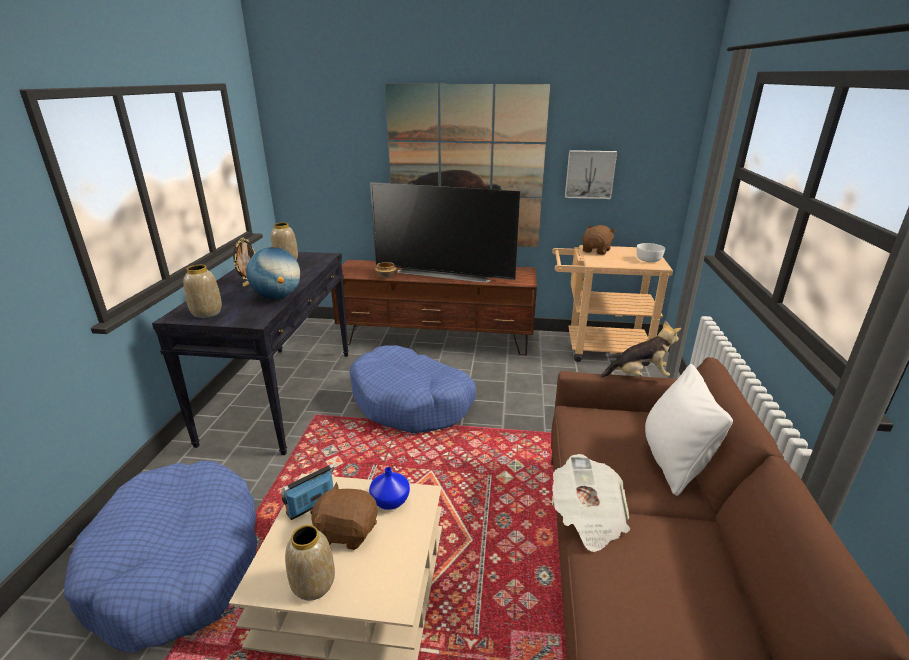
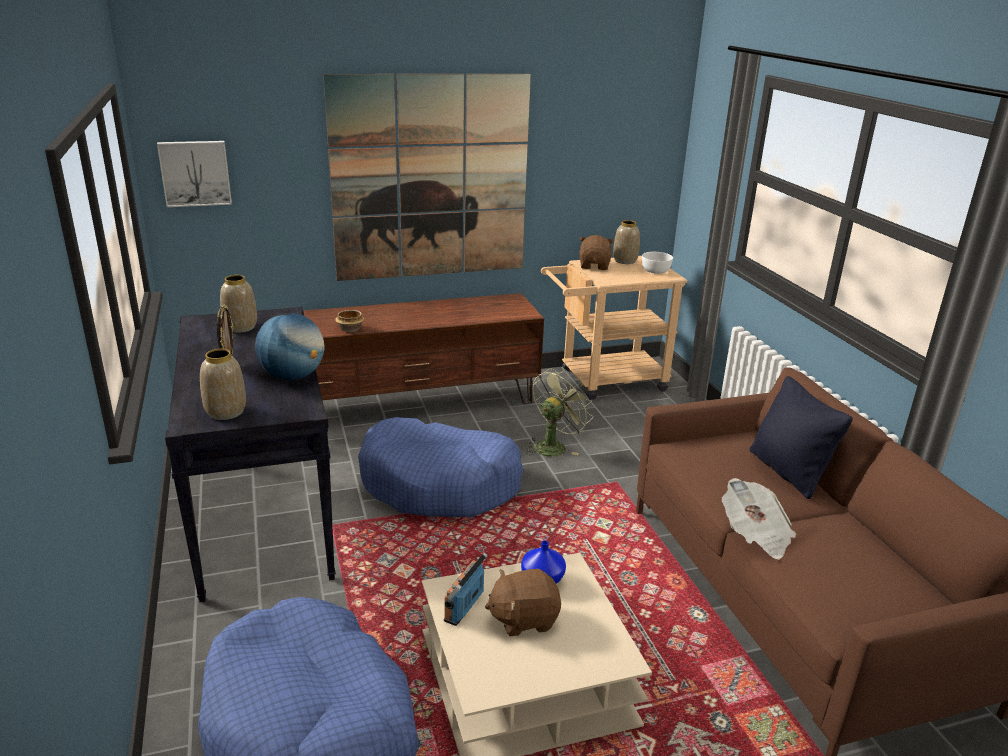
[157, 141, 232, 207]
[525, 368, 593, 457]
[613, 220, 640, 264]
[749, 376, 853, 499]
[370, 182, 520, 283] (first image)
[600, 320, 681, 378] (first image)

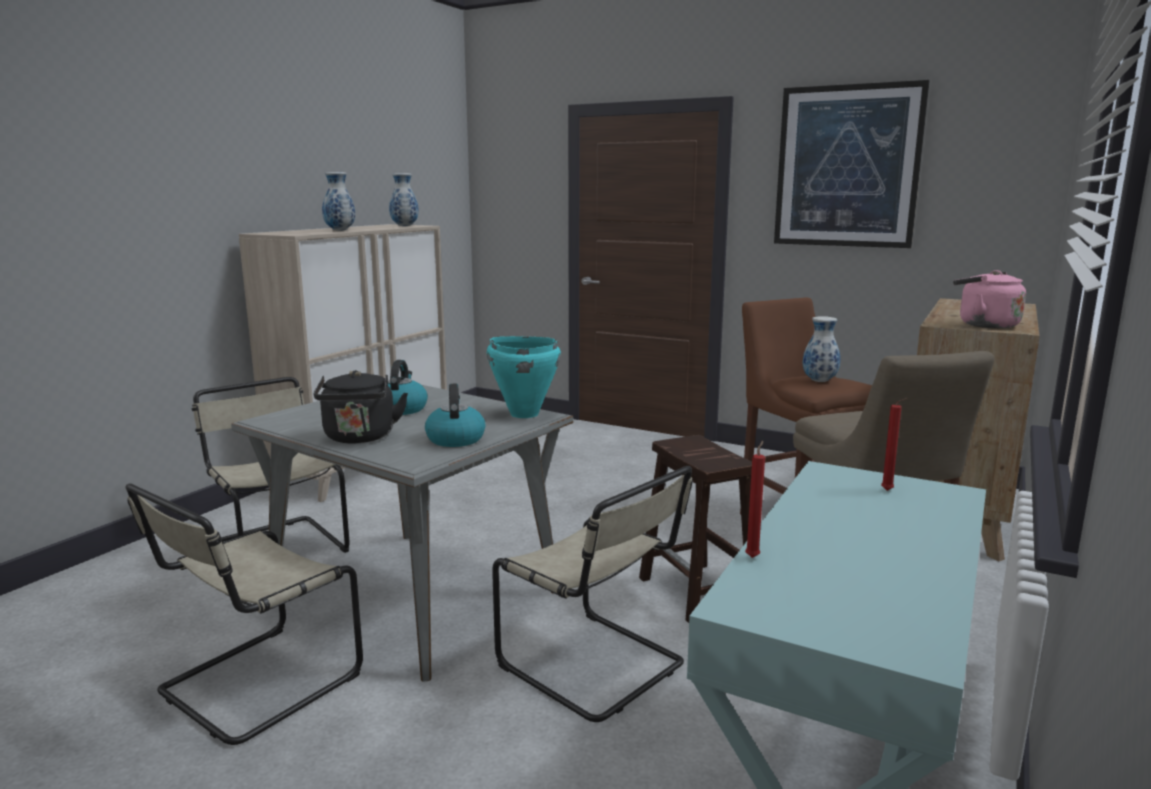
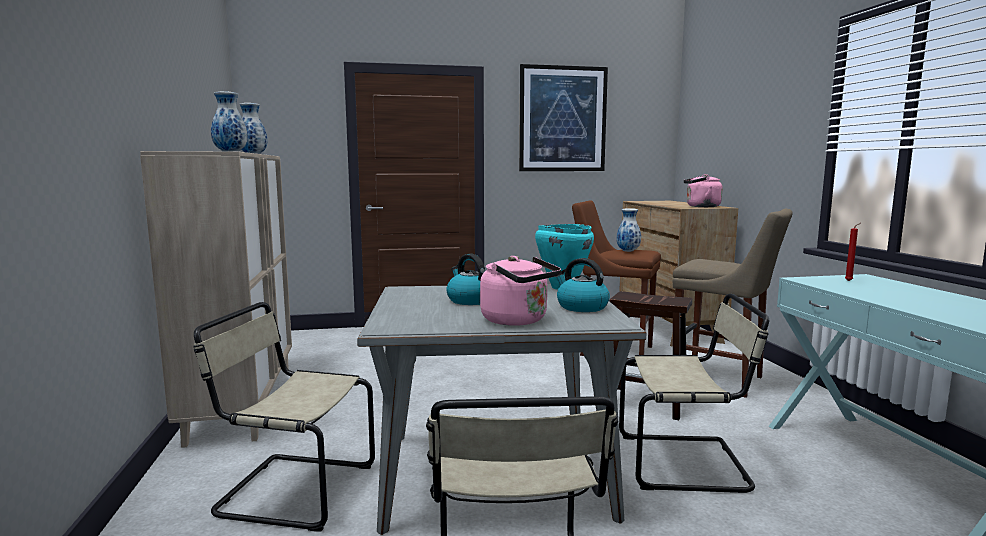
[480, 256, 561, 326]
[745, 441, 765, 558] (first image)

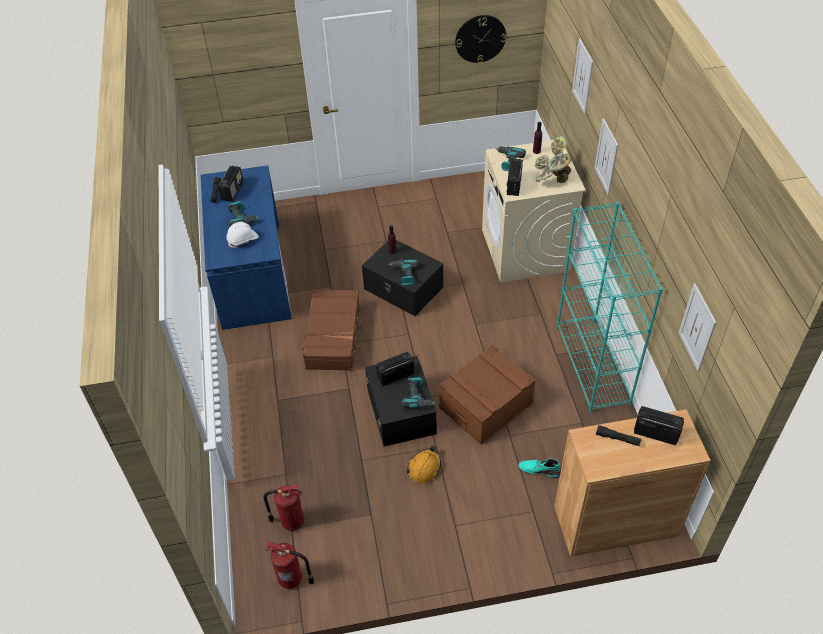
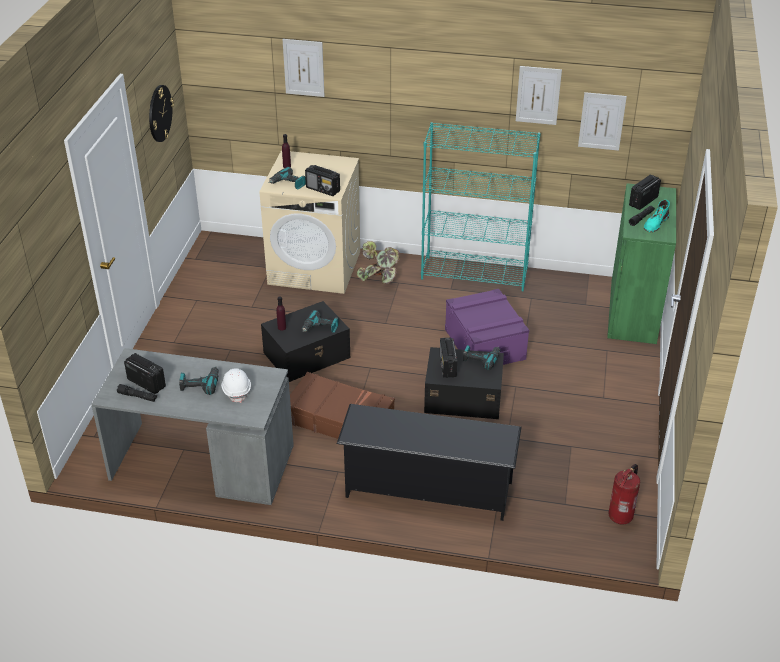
[91, 348, 294, 505]
[337, 404, 521, 521]
[356, 241, 400, 284]
[445, 289, 529, 365]
[516, 66, 562, 125]
[607, 183, 676, 344]
[644, 200, 670, 232]
[263, 485, 304, 531] (first image)
[406, 445, 441, 484] (first image)

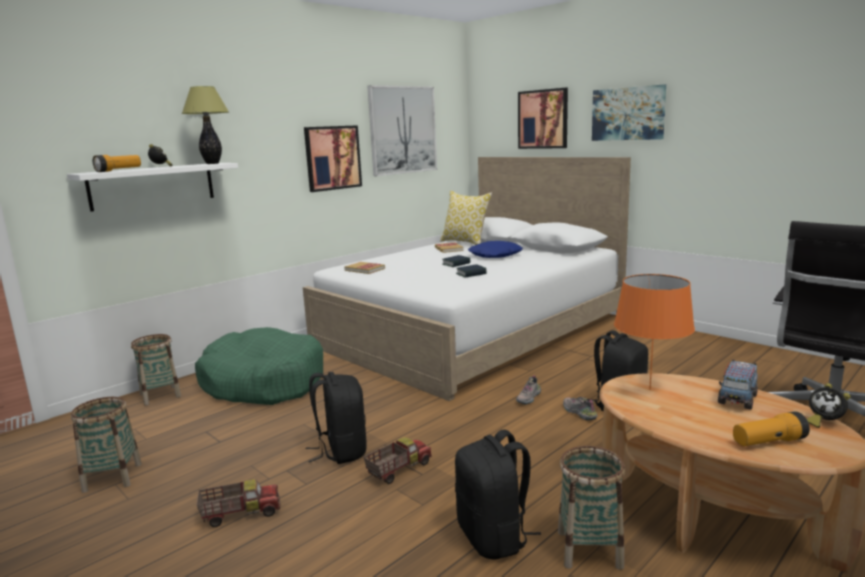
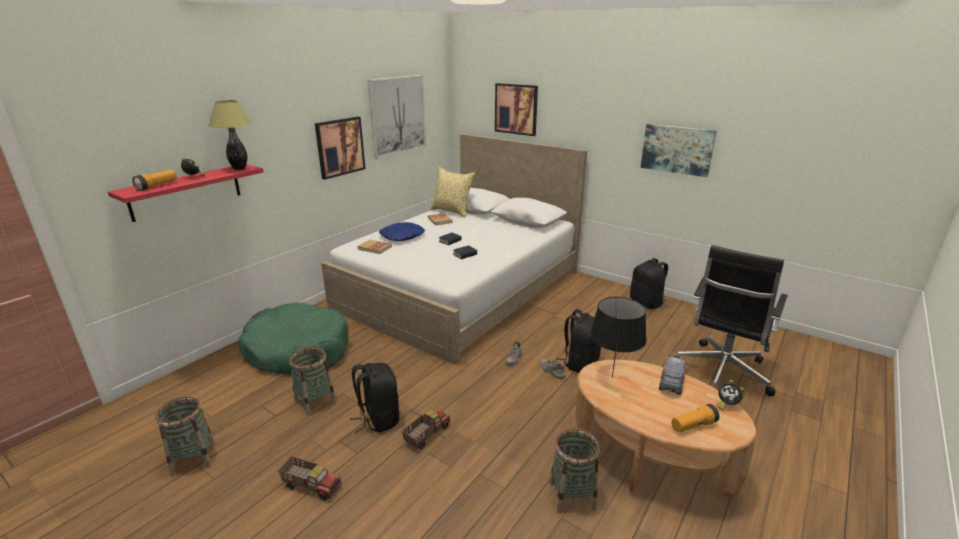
[108, 164, 264, 222]
[278, 456, 342, 501]
[290, 347, 336, 416]
[379, 222, 425, 241]
[590, 297, 646, 378]
[630, 258, 668, 309]
[640, 124, 716, 177]

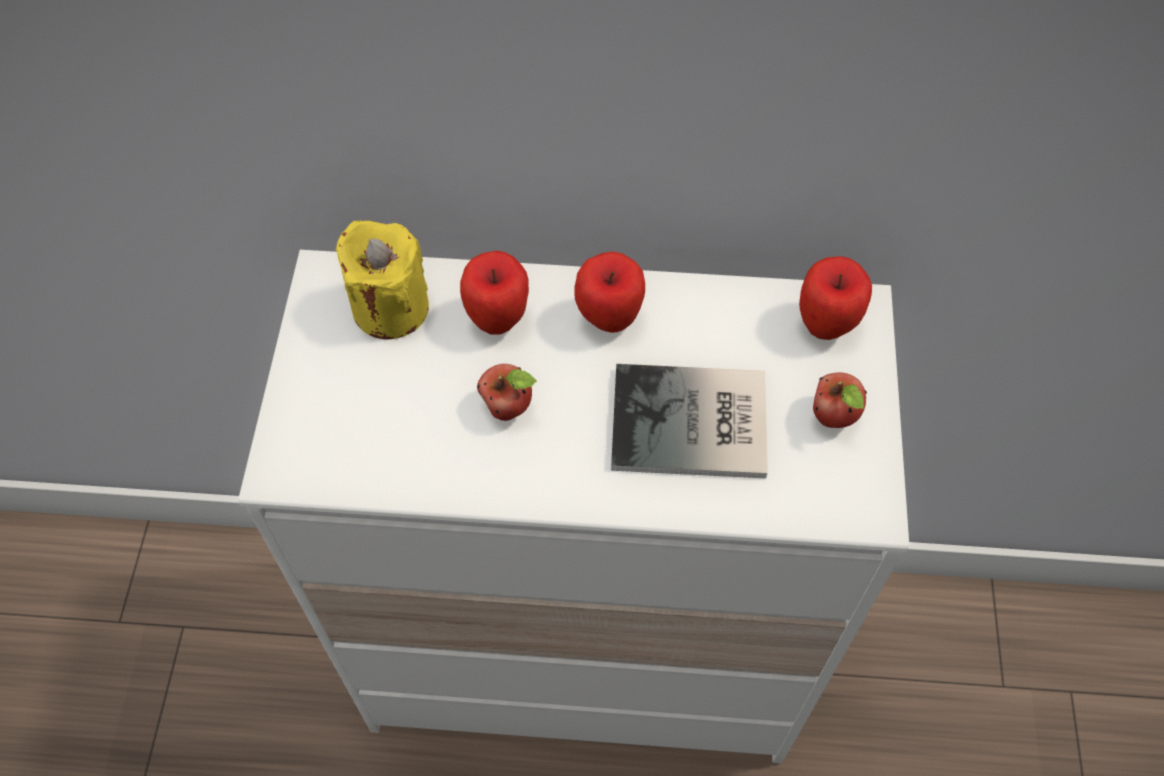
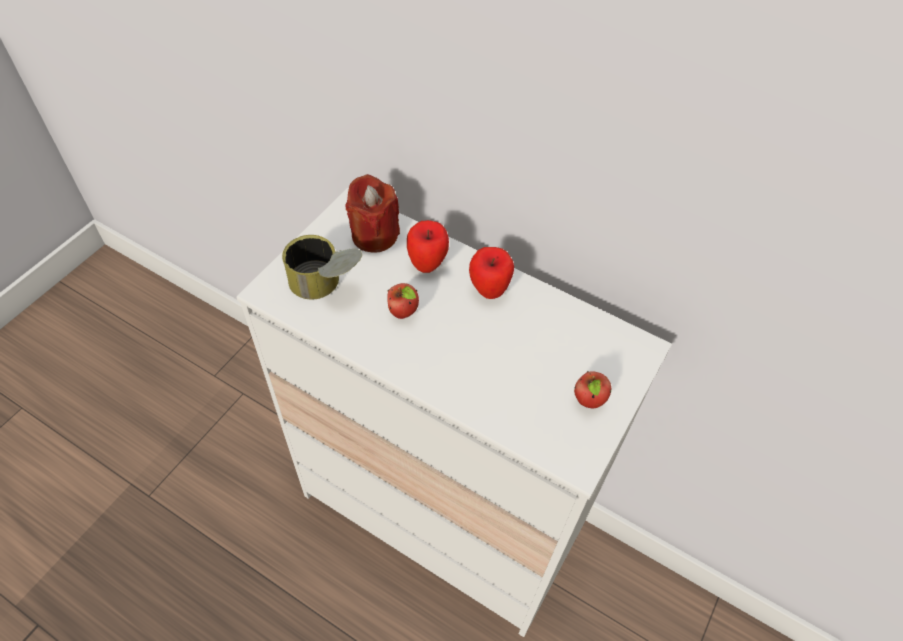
[282, 235, 362, 300]
[346, 174, 400, 252]
[611, 364, 768, 479] (first image)
[799, 256, 872, 340] (first image)

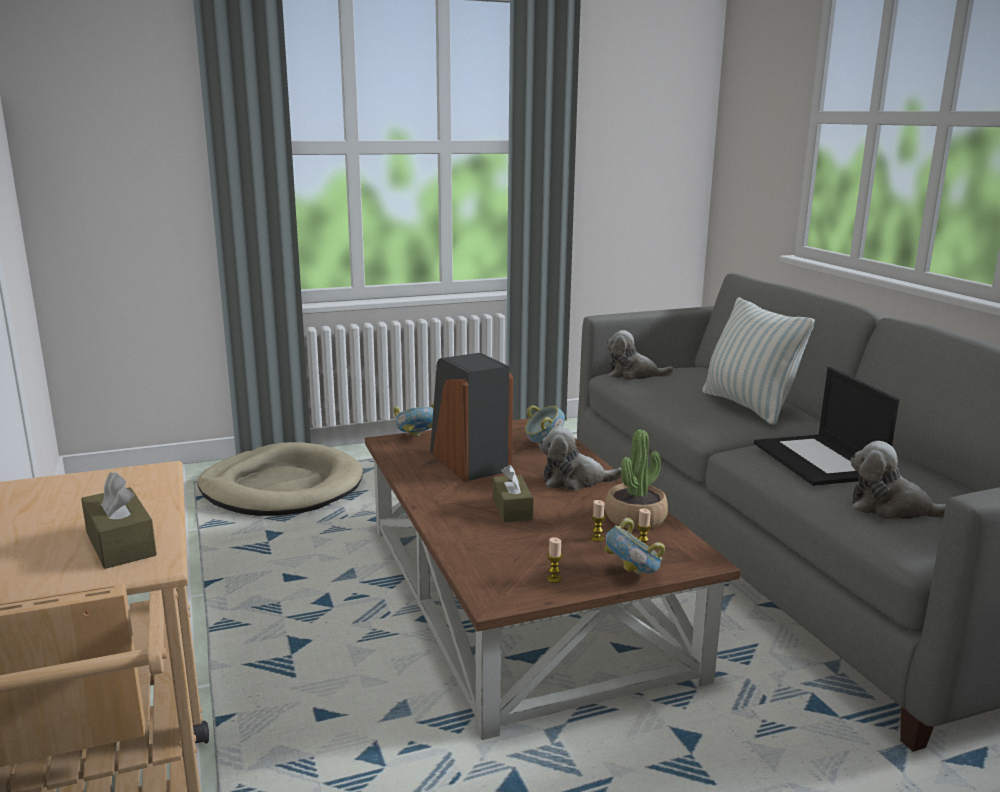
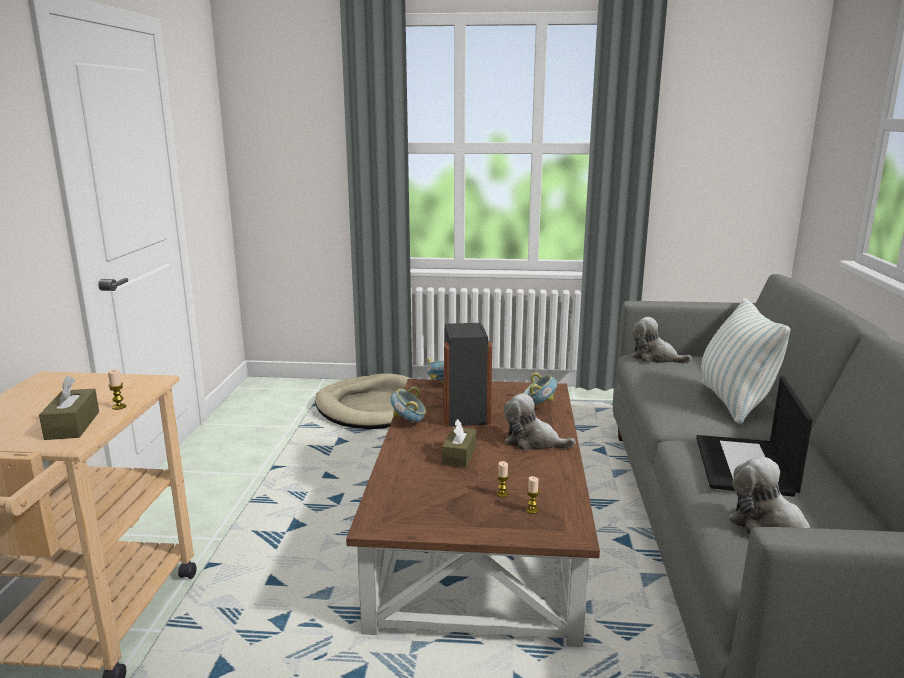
[108, 369, 126, 410]
[390, 386, 426, 423]
[605, 429, 668, 530] (first image)

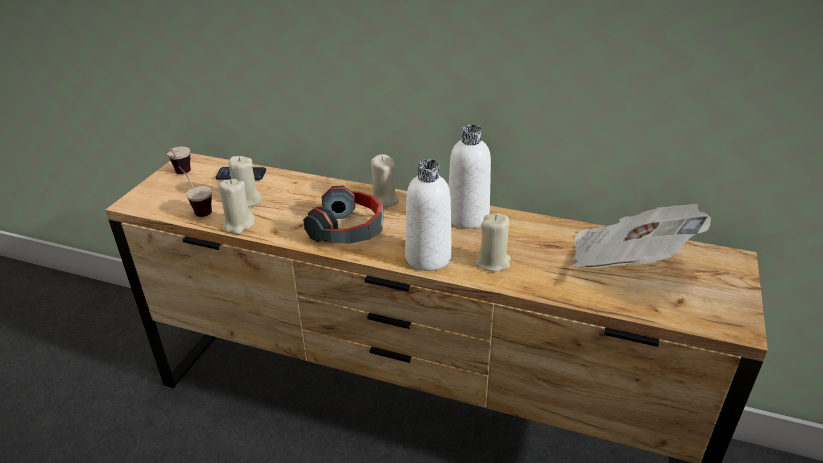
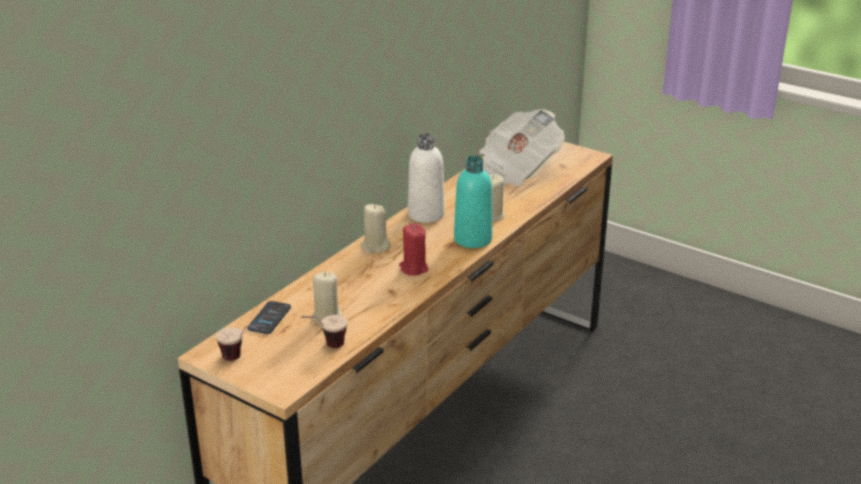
[399, 223, 428, 275]
[454, 156, 492, 248]
[218, 179, 255, 234] (first image)

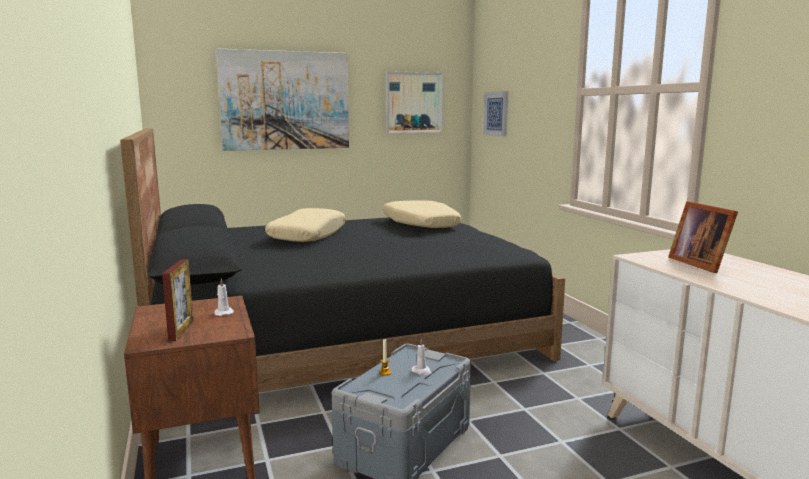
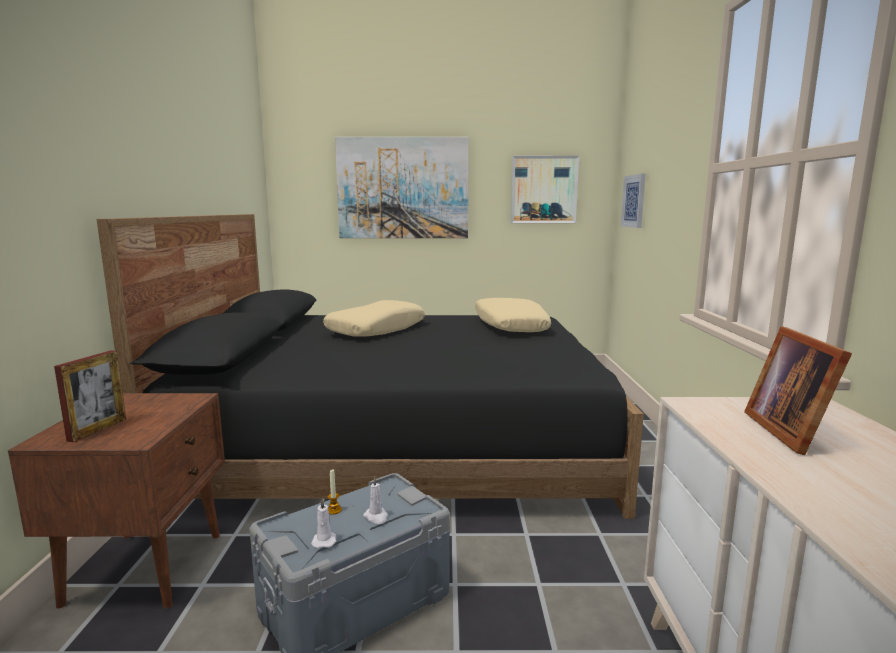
[311, 498, 336, 548]

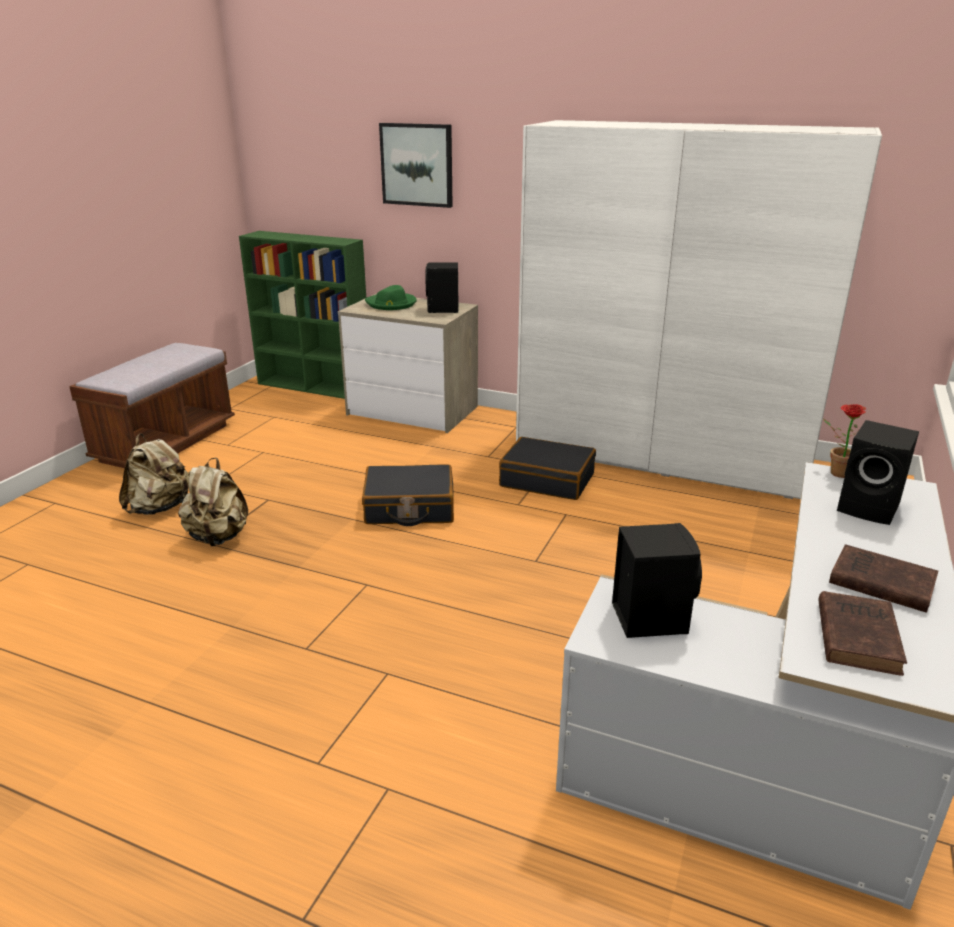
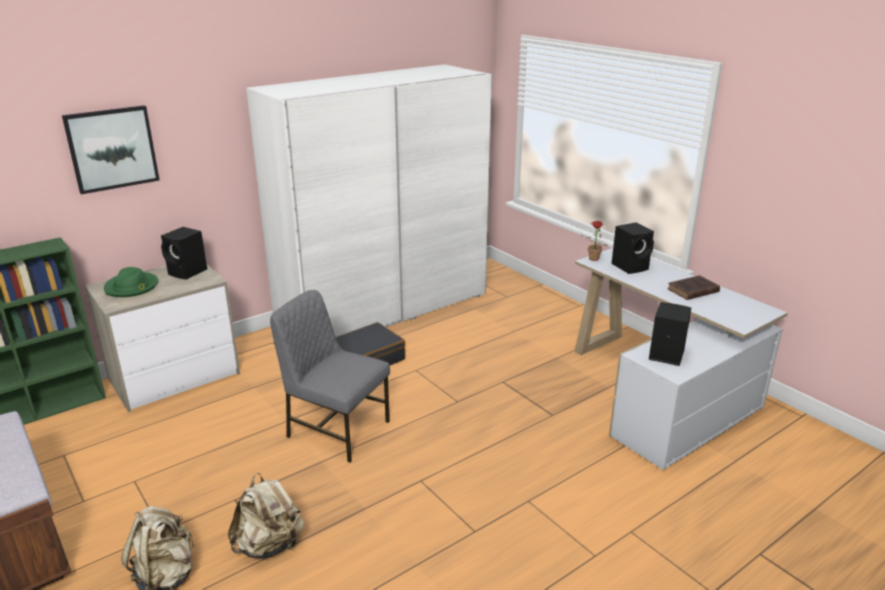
[270, 290, 390, 463]
[818, 591, 907, 676] (first image)

